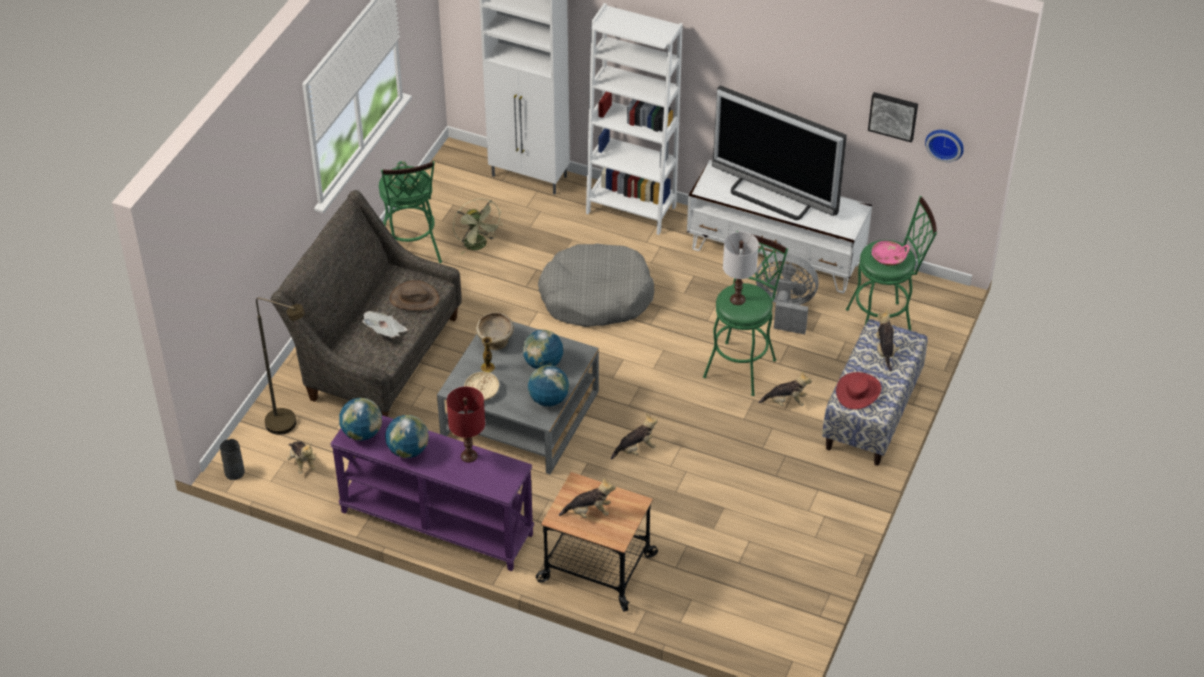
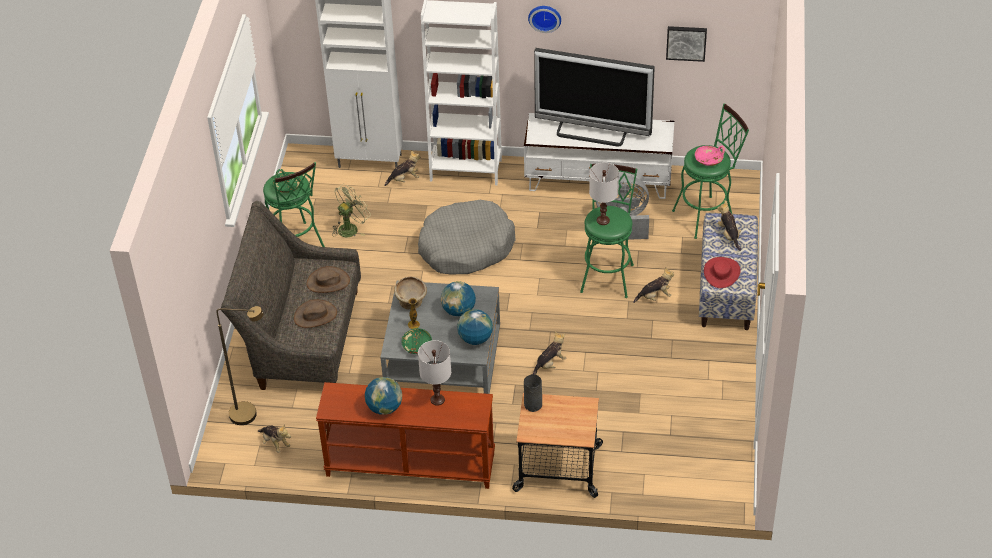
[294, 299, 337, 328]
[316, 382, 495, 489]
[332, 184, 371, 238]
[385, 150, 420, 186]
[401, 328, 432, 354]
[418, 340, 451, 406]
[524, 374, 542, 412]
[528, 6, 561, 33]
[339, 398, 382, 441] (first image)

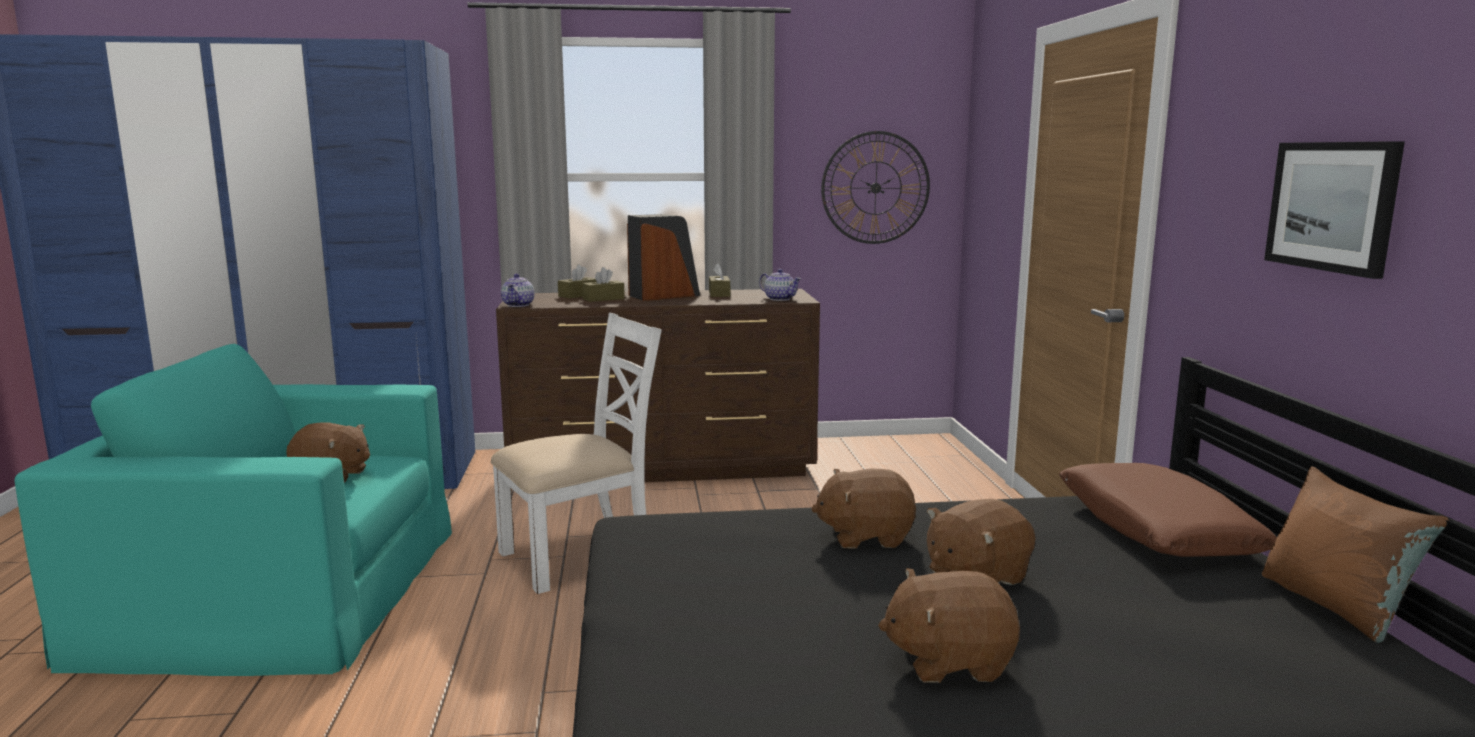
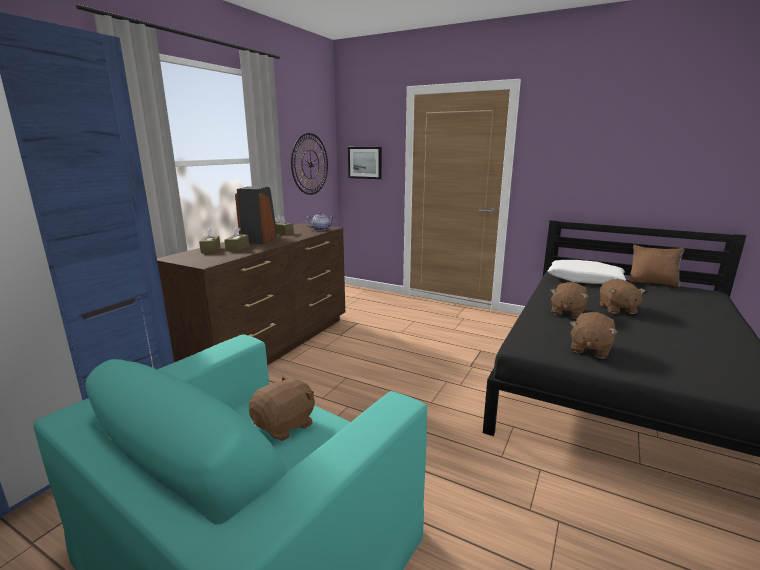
[348, 147, 382, 179]
[547, 260, 626, 284]
[570, 312, 617, 359]
[491, 312, 662, 594] (first image)
[501, 274, 534, 307] (first image)

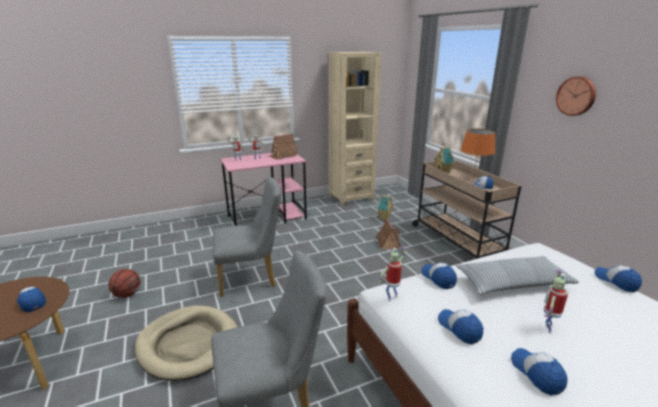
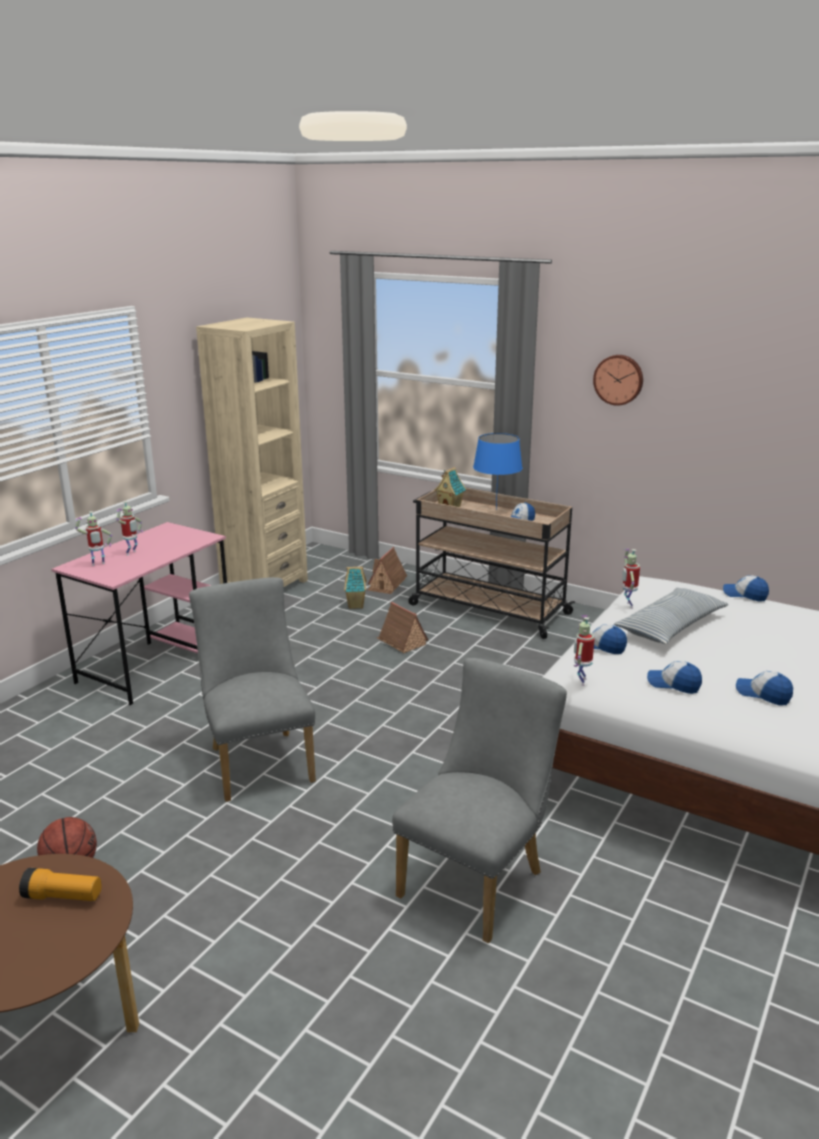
[19, 868, 102, 901]
[189, 577, 316, 802]
[368, 547, 407, 594]
[473, 433, 523, 510]
[622, 549, 640, 608]
[135, 305, 238, 381] (first image)

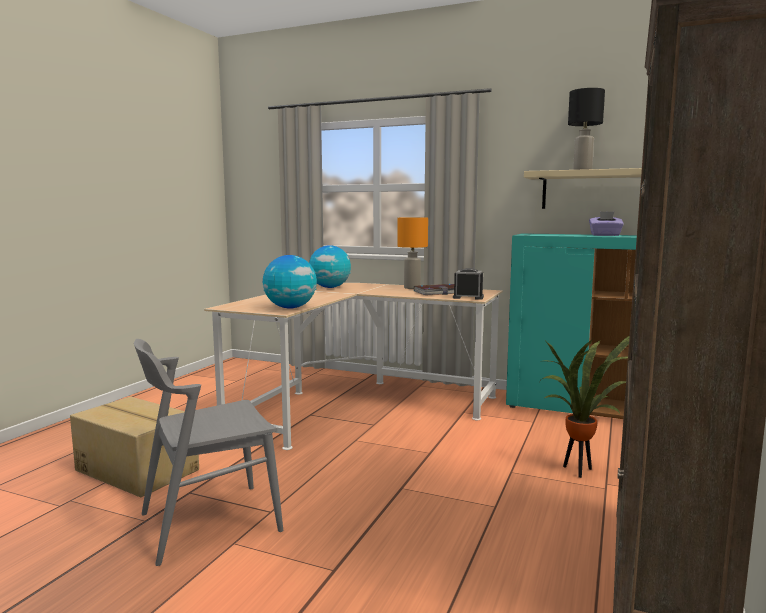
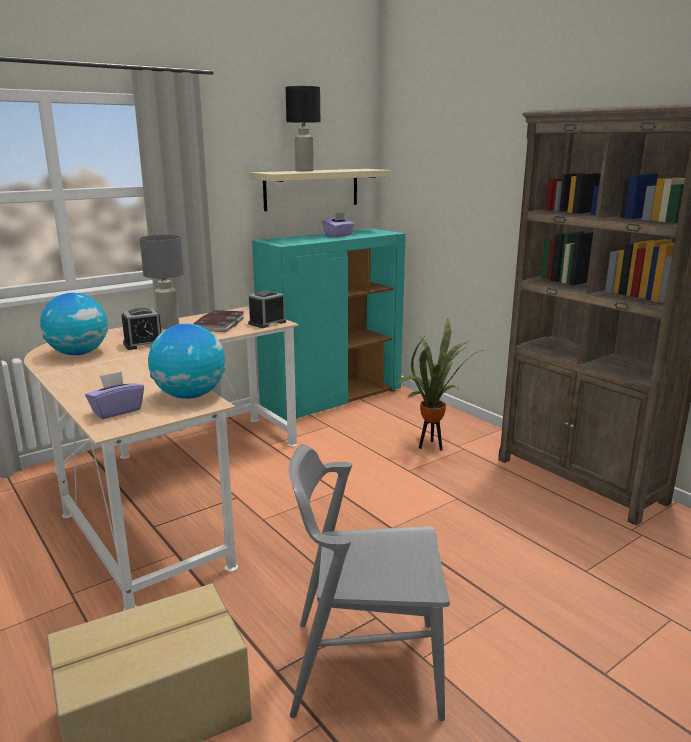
[85, 371, 144, 419]
[121, 308, 161, 350]
[140, 235, 184, 329]
[289, 444, 450, 721]

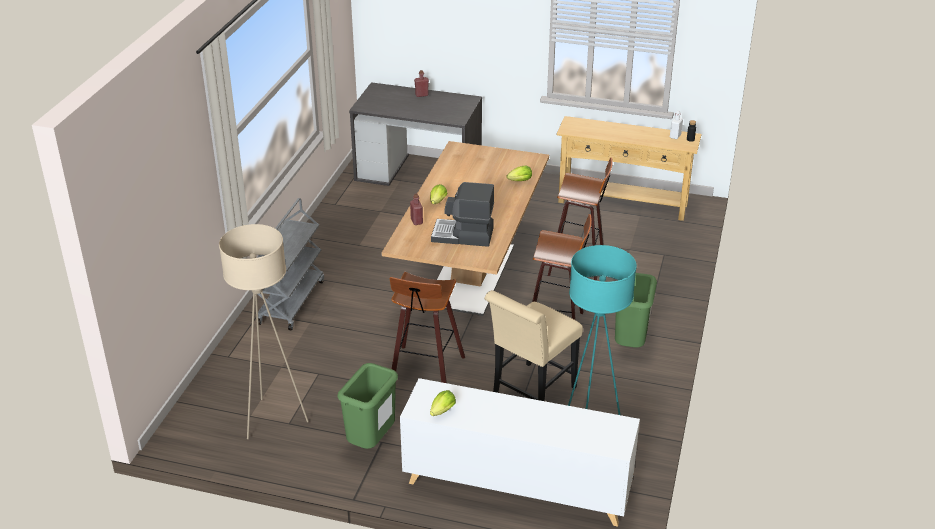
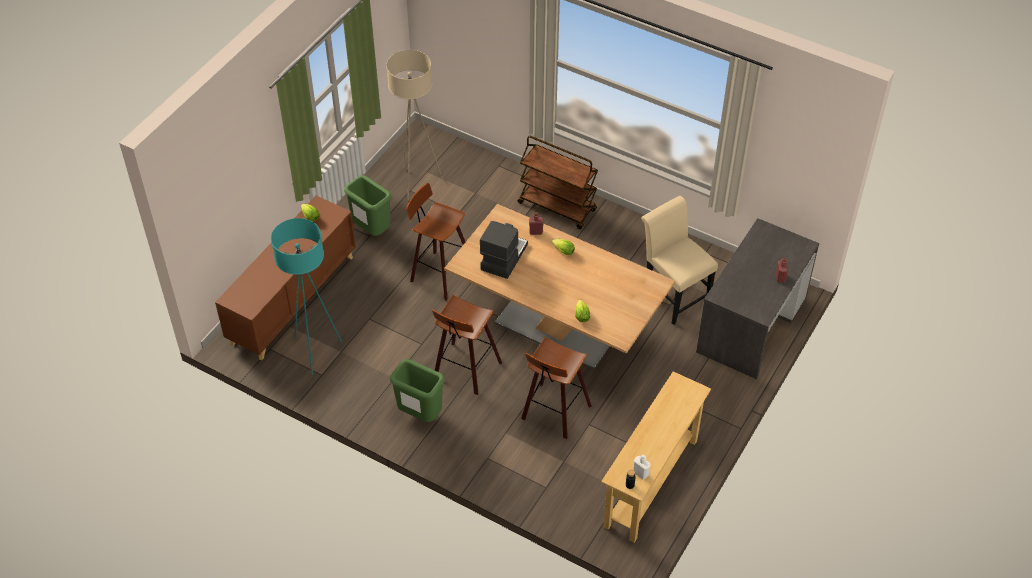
[215, 196, 356, 360]
[518, 136, 598, 229]
[641, 196, 718, 325]

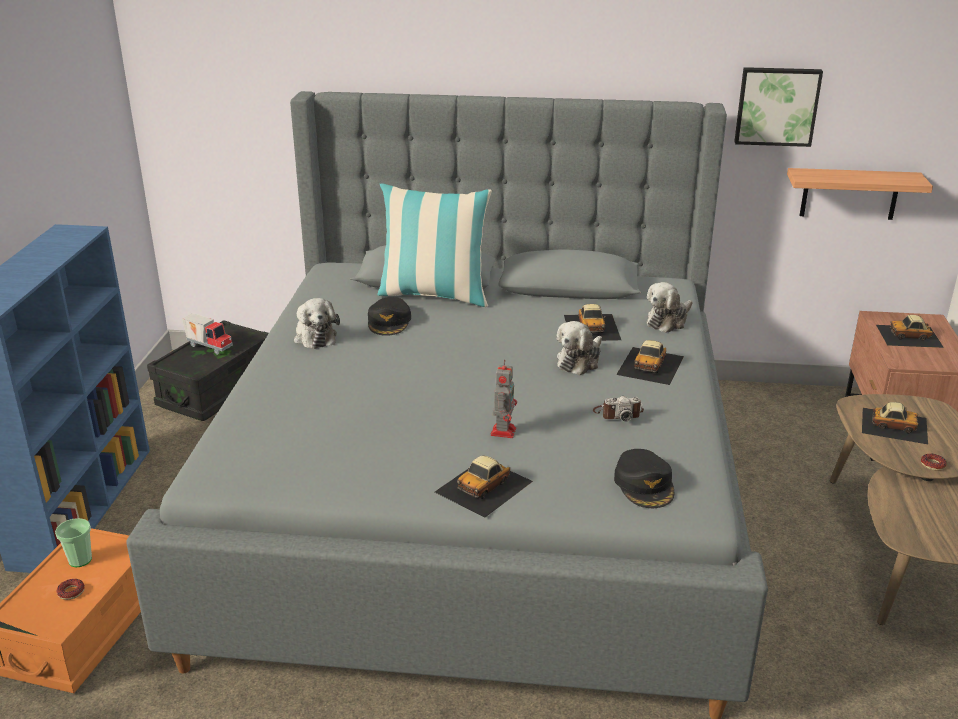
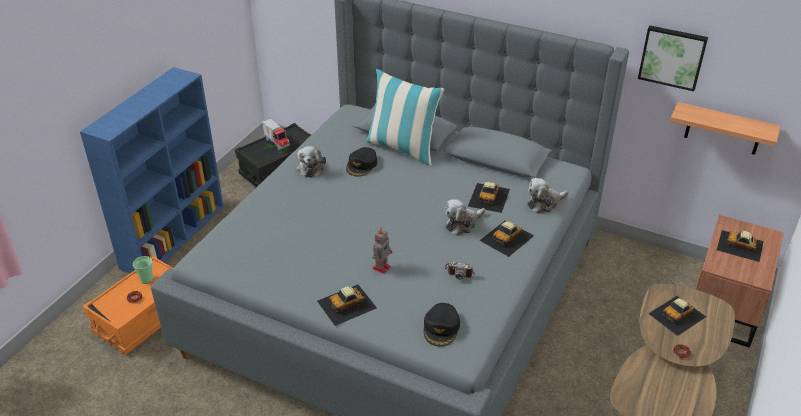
[648, 296, 706, 336]

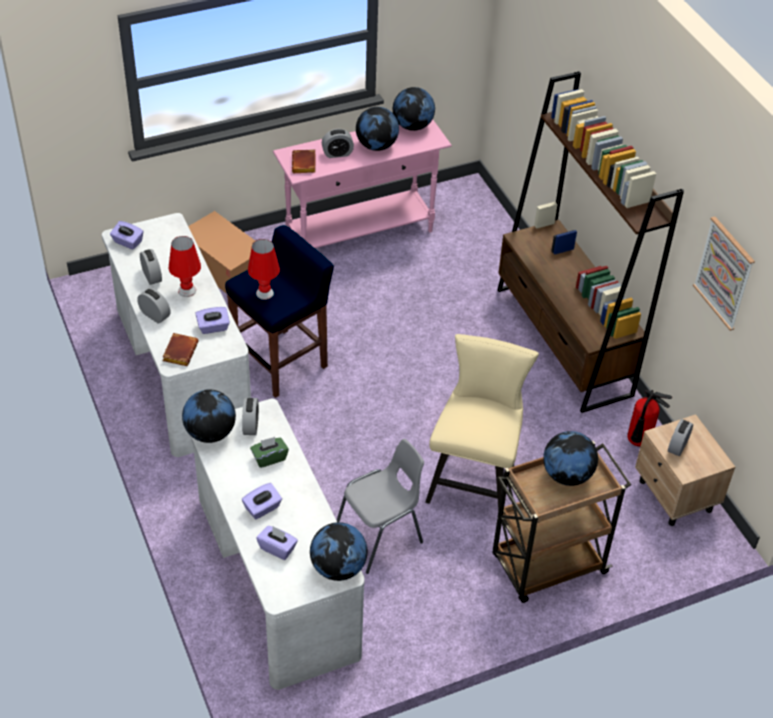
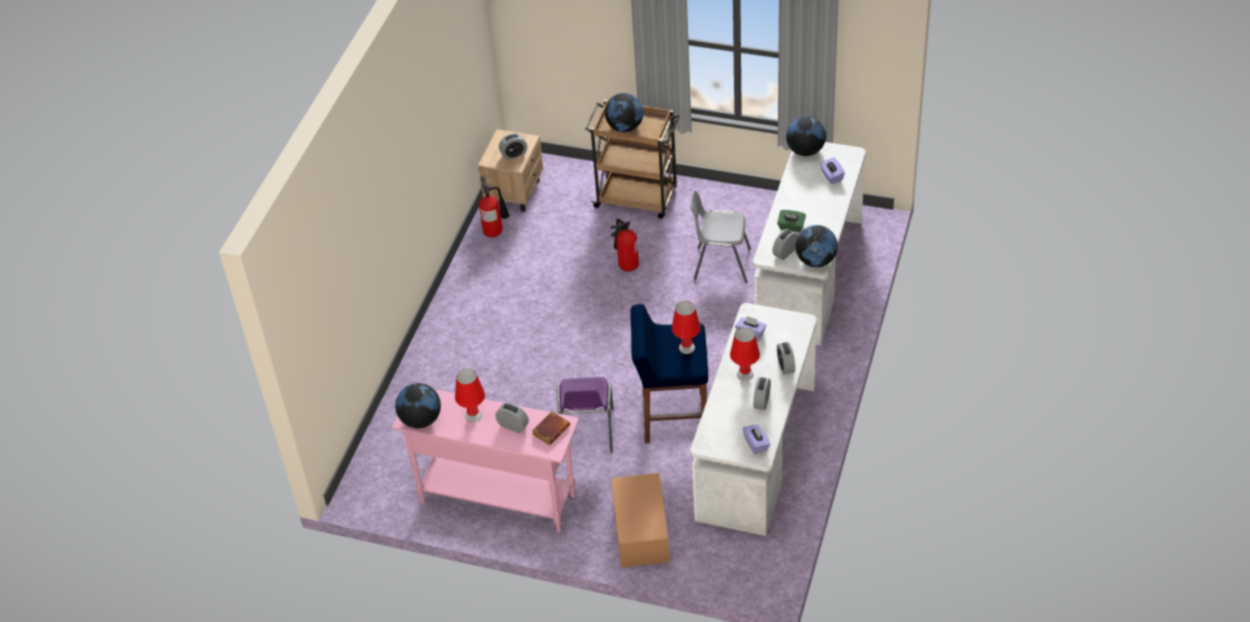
[455, 369, 485, 423]
[557, 377, 614, 453]
[610, 219, 639, 271]
[163, 333, 199, 366] (first image)
[242, 483, 282, 519] (first image)
[498, 71, 684, 413] (first image)
[693, 216, 755, 331] (first image)

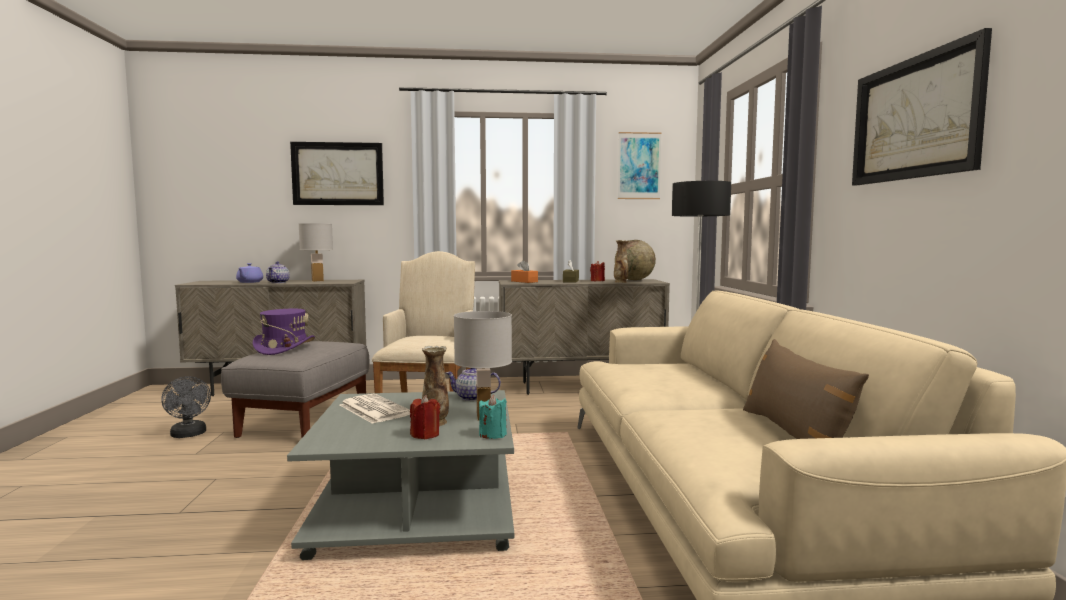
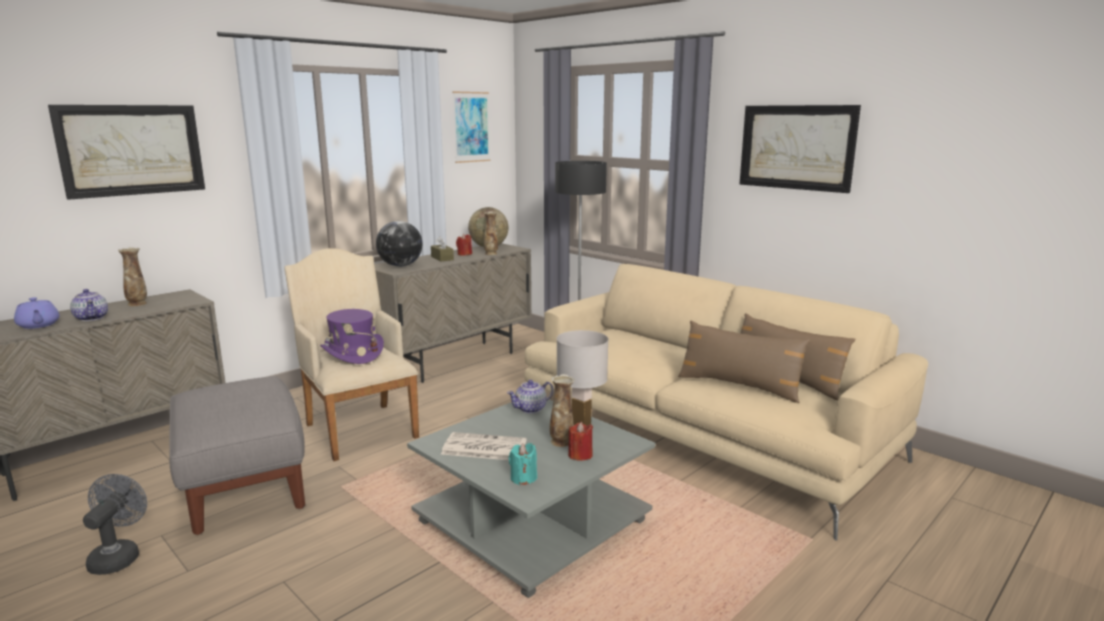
[83, 474, 147, 575]
[118, 247, 147, 306]
[320, 309, 384, 364]
[376, 221, 422, 267]
[509, 443, 537, 485]
[678, 321, 810, 403]

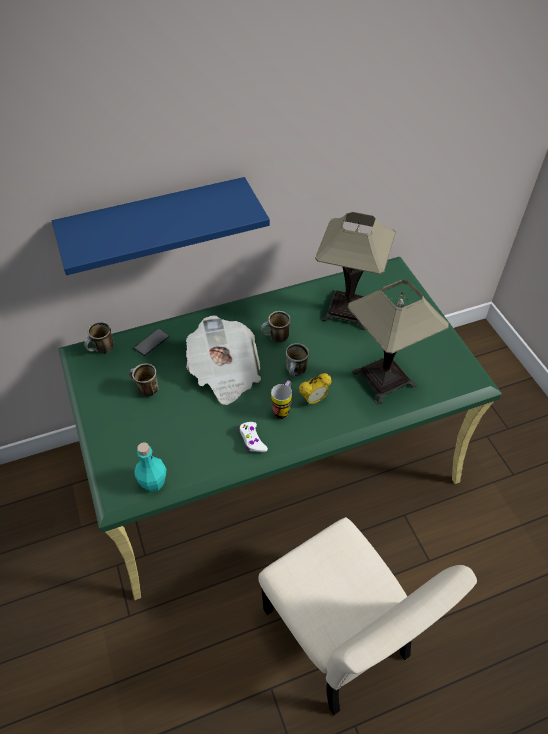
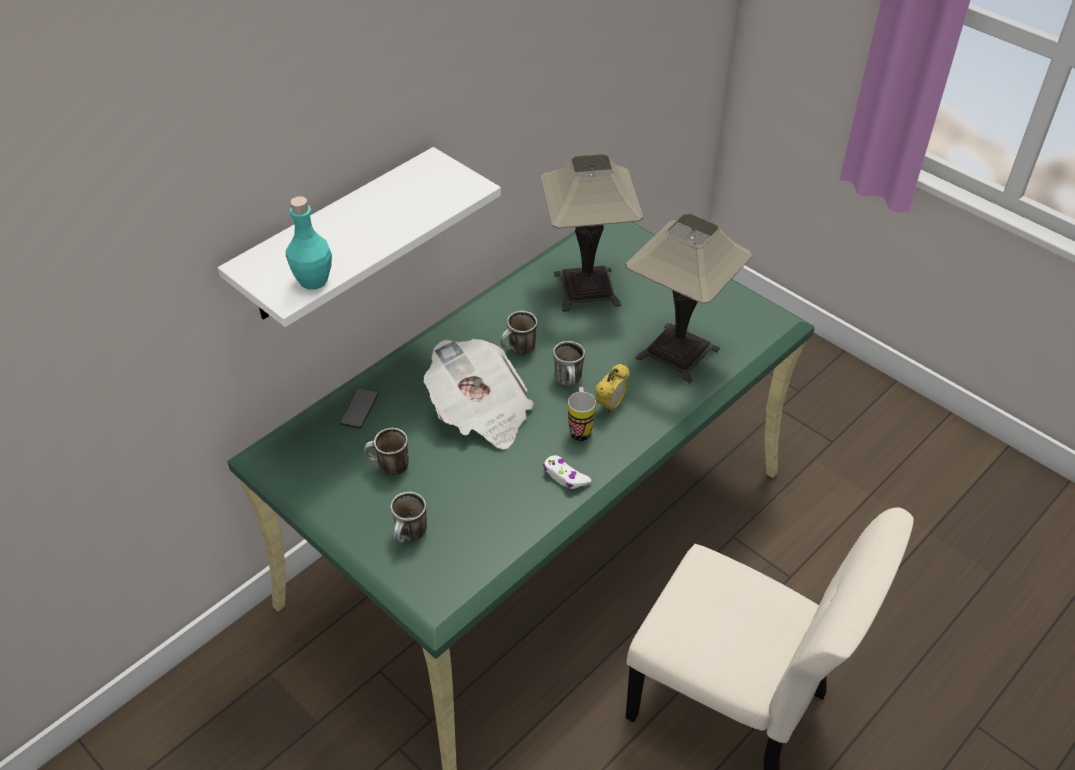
[218, 147, 501, 327]
[286, 196, 332, 290]
[391, 492, 427, 543]

